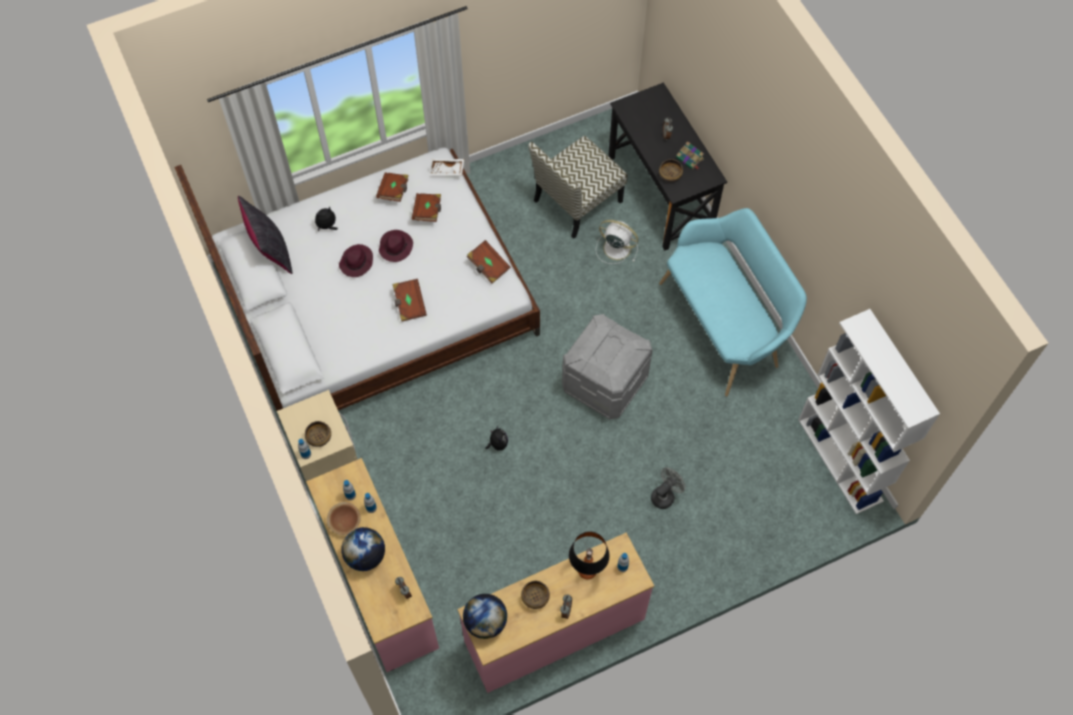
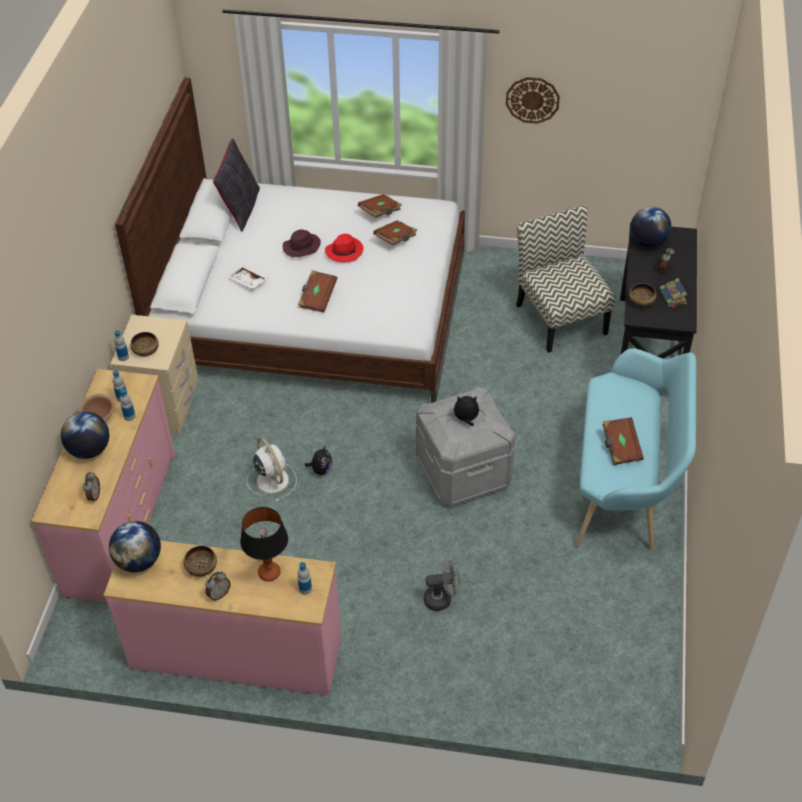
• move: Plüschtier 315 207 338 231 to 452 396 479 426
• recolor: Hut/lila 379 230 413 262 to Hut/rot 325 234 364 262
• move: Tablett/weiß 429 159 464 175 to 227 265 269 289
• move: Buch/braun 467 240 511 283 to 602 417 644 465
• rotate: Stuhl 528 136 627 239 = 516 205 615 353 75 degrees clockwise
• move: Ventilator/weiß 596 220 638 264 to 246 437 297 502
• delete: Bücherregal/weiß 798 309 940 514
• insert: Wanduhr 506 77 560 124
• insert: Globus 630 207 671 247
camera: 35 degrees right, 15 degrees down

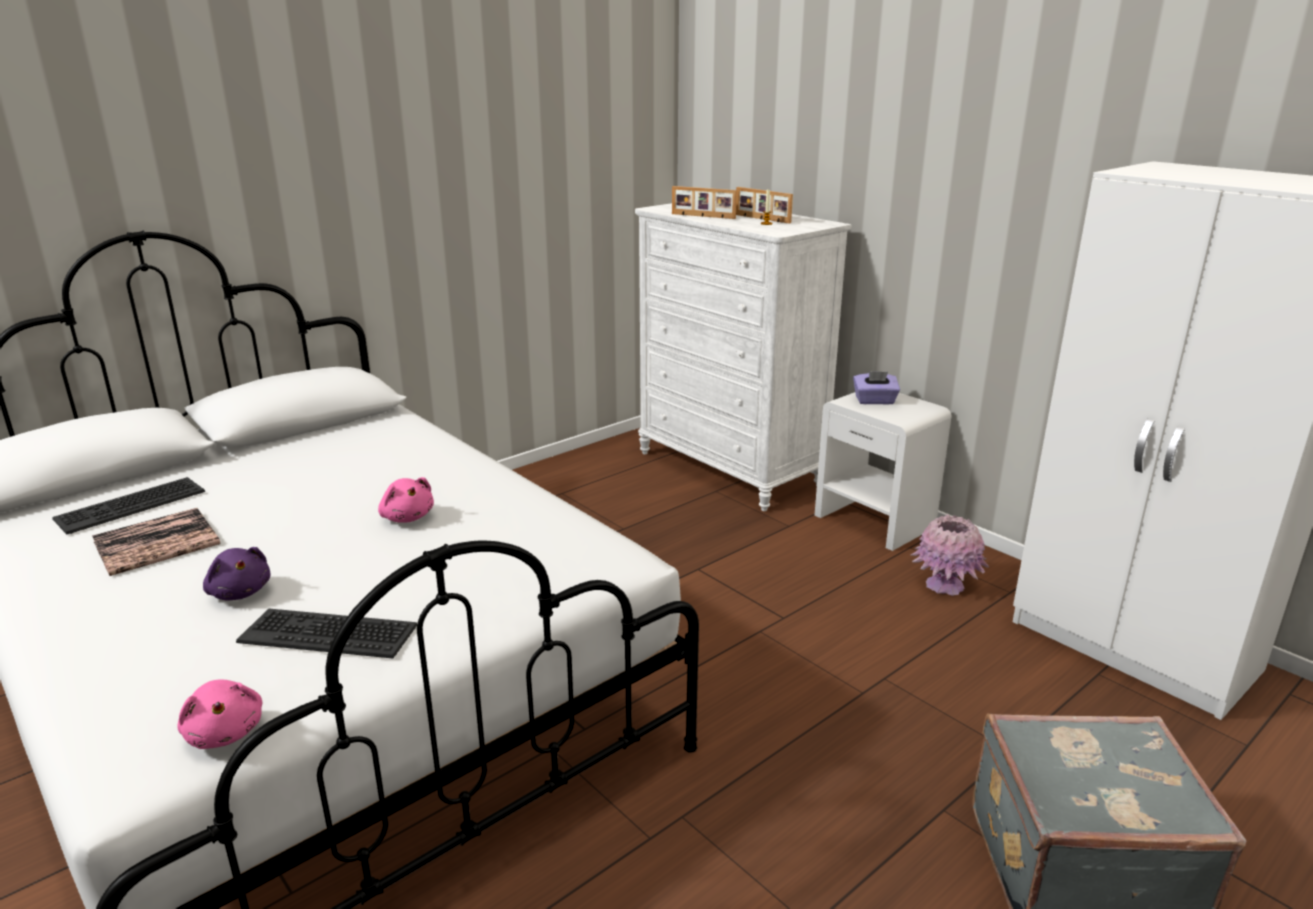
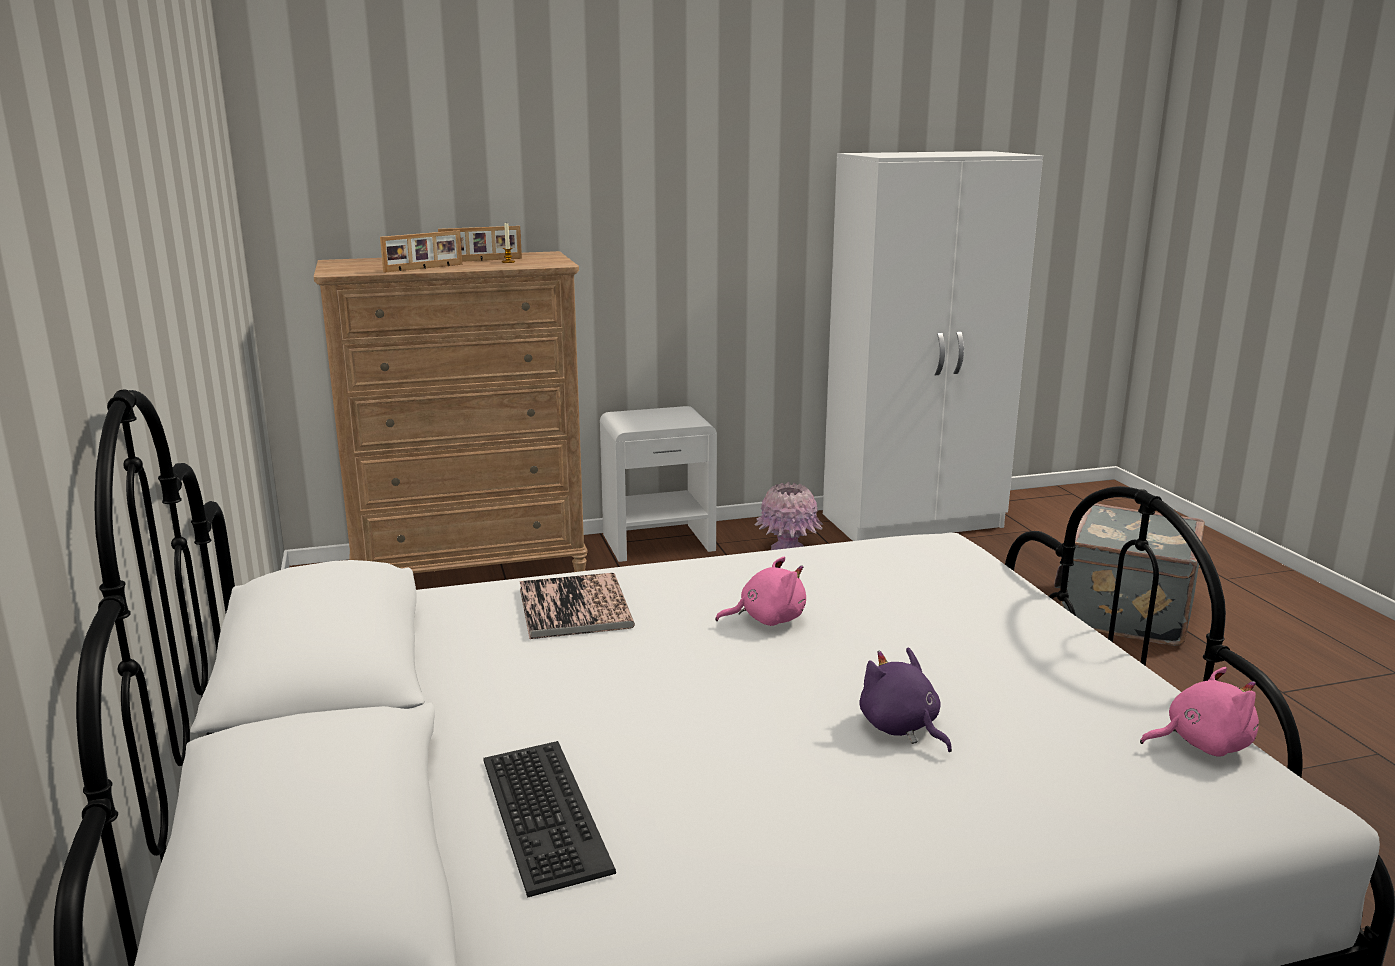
• move: Buch 92 508 220 576 to 519 573 635 639
• rotate: Plüschtier/lila 203 547 270 600 = 859 647 952 752 105 degrees counterclockwise
• delete: Tastatur 236 609 417 659
• recolor: Kommode/weiß 635 203 852 511 to Kommode/braun 313 251 587 573
• delete: Taschentuchbox/lila 853 371 900 405
camera: 65 degrees left, 5 degrees down

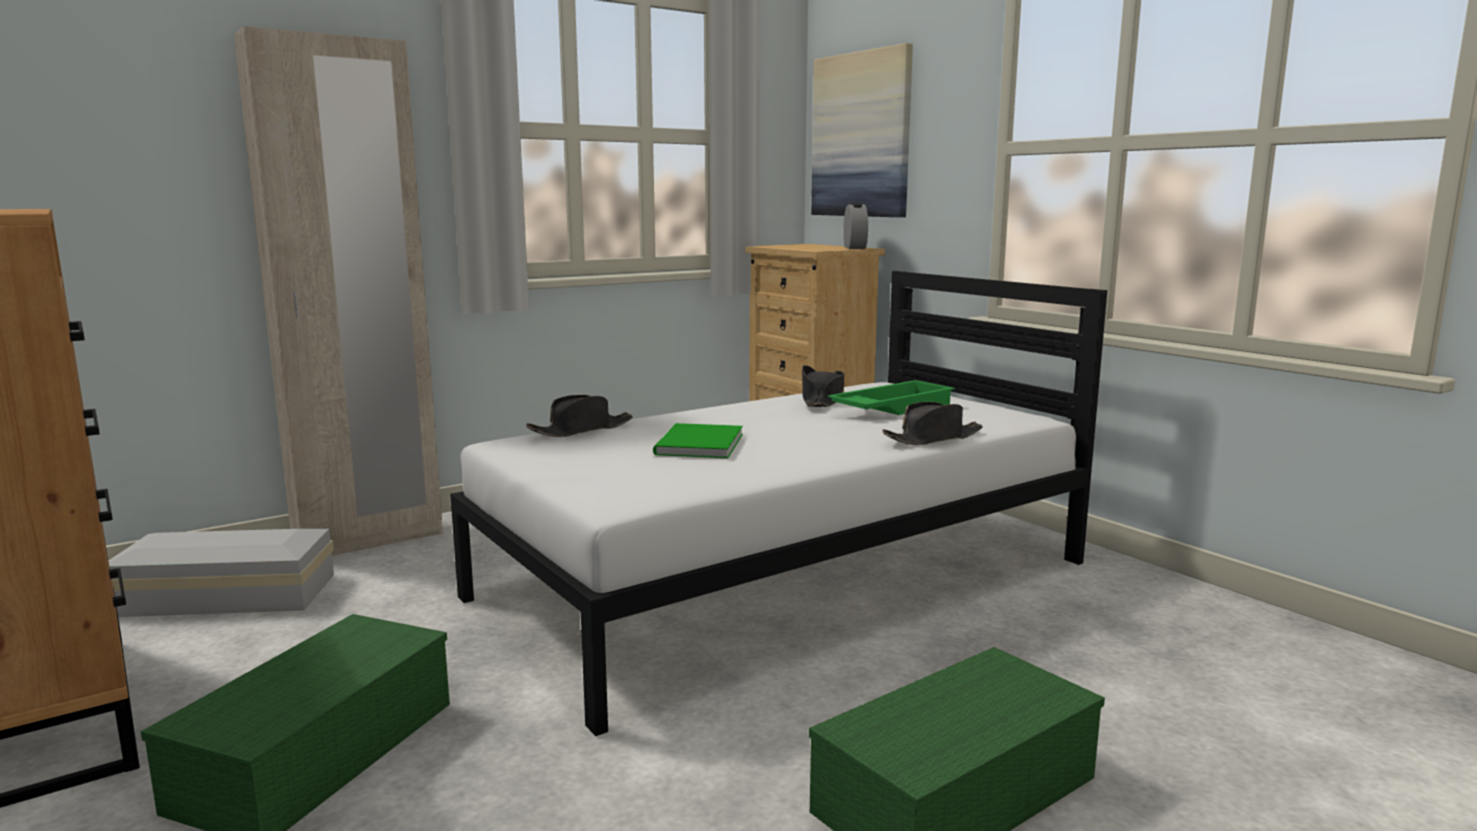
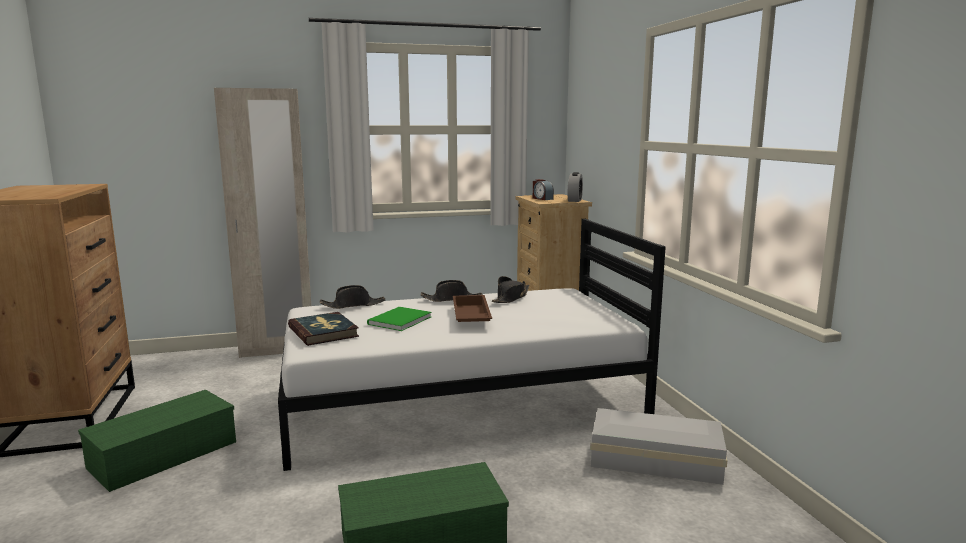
• move: Aufbewahrungsbox/weiß 109 529 334 617 to 590 408 727 485
• delete: Bild 811 43 913 217
• delete: Tablett/grün 828 380 955 415
• move: Hut/schwarz 882 402 983 445 to 421 280 483 302
• insert: Buch 288 312 359 346
• insert: Tablett/braun 453 295 492 322
• insert: Wecker 533 179 554 200
camera: 20 degrees right, 0 degrees up

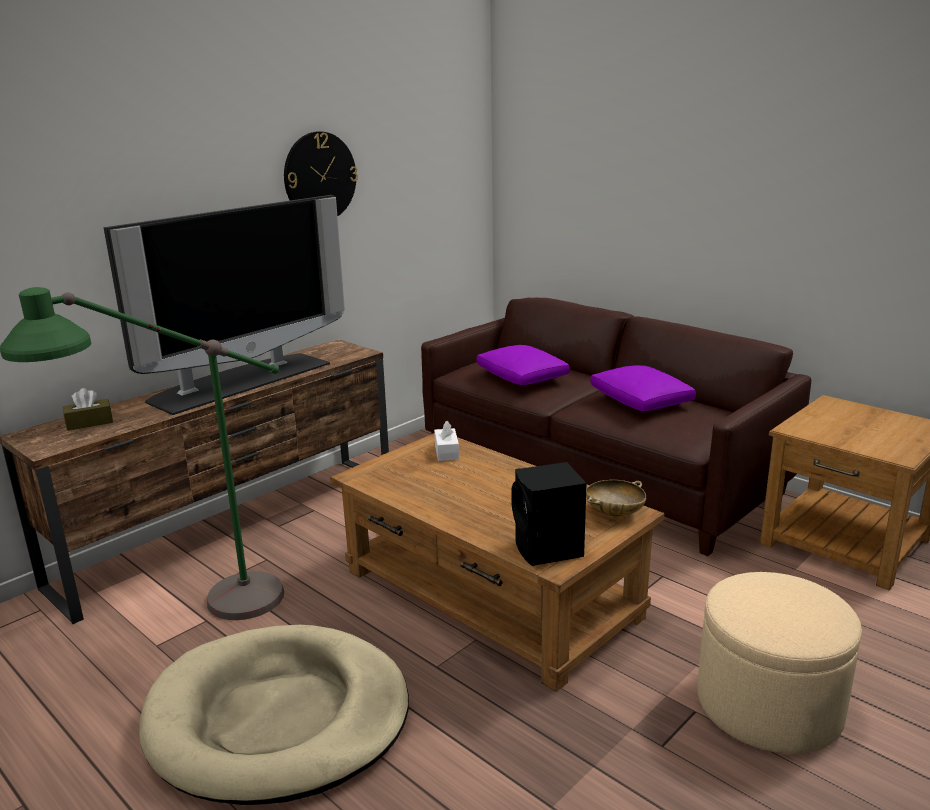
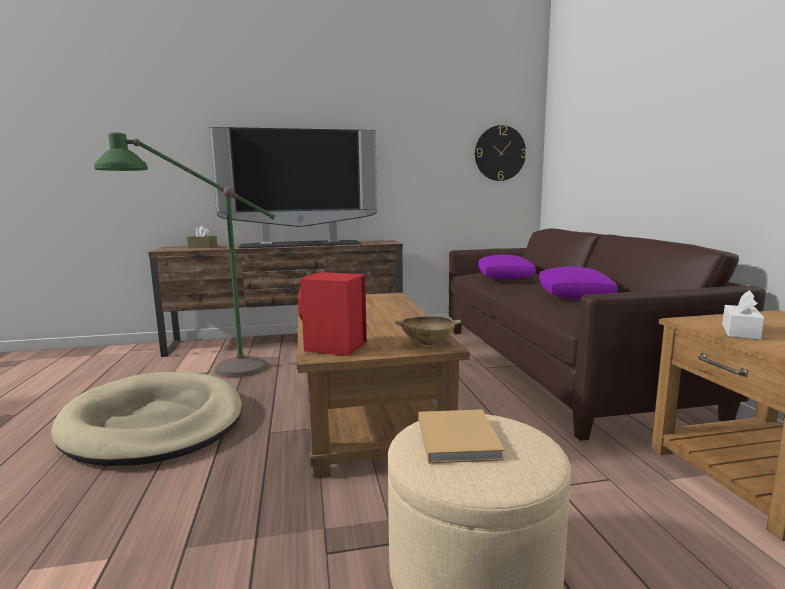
• move: Wanduhr 284 131 358 217 to 475 125 526 181
• move: Taschentuchbox/weiß 434 421 459 461 to 722 291 765 340
• recolor: Lautsprecher/schwarz 511 462 587 566 to Lautsprecher/rot 298 272 367 356
• insert: Buch/beige 419 409 505 463
camera: 35 degrees right, 10 degrees down

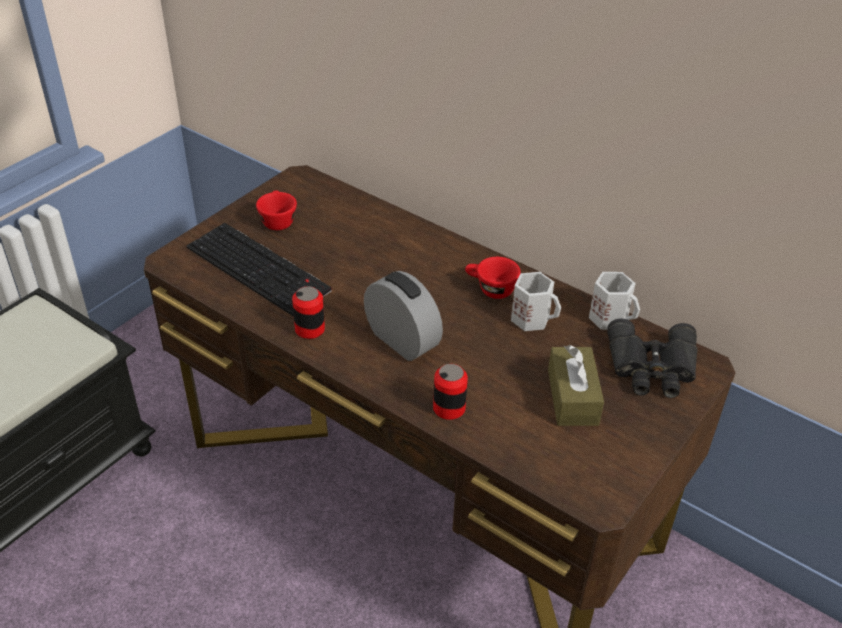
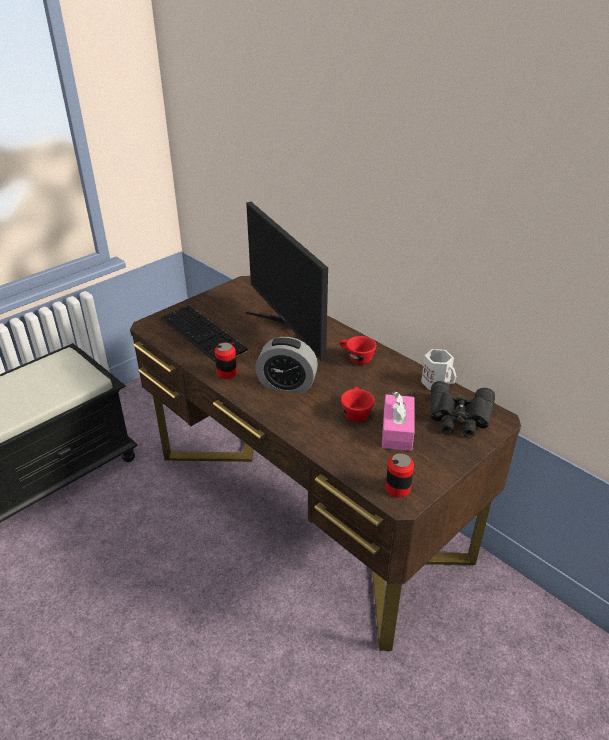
• move: Tasse/rot 256 191 297 230 to 341 387 375 422
• rotate: Wecker 364 271 443 361 = 255 337 318 394 135 degrees clockwise
• move: Dose 433 364 468 420 to 386 453 414 497
• delete: Henkelbecher/weiß 511 272 561 331
• recolor: Taschentuchbox/braun 548 345 604 426 to Taschentuchbox/rosa 382 392 415 451
• insert: Monitor 246 202 328 361
camera: 10 degrees right, 5 degrees down

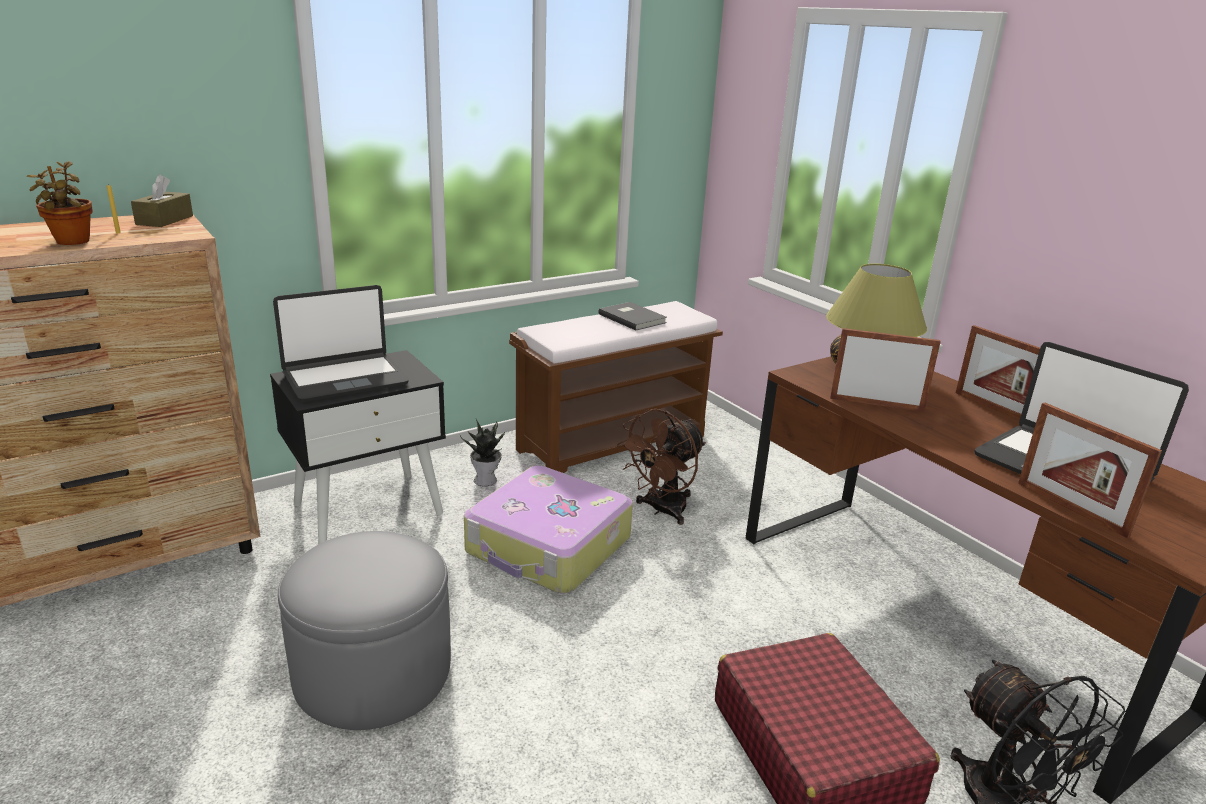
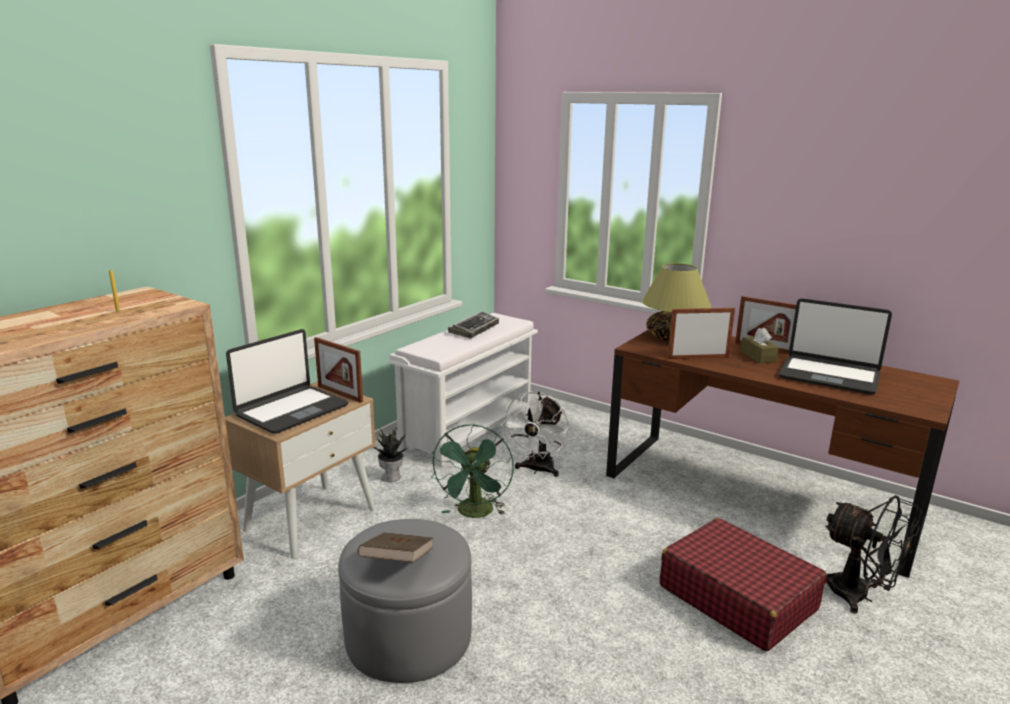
• delete: Topfpflanze 27 161 93 245
• move: Taschentuchbox/braun 131 174 193 227 to 741 327 779 363
• recolor: Nachttisch/schwarz 270 350 446 544 to Nachttisch/beige 225 381 376 559
• replace: Koffer 464 466 633 594 to Ventilator/grün 431 424 514 518
• recolor: Bank/braun 509 301 723 473 to Bank/weiß 389 313 538 467
• replace: Buch/grau 598 302 667 331 to Tastatur 448 311 499 339
• recolor: Ventilator/braun 617 409 706 525 to Ventilator/weiß 501 392 569 477
• move: Bilderrahmen 1018 403 1162 538 to 314 337 363 403
• insert: Buch/braun 358 532 433 563
camera: 20 degrees left, 5 degrees down

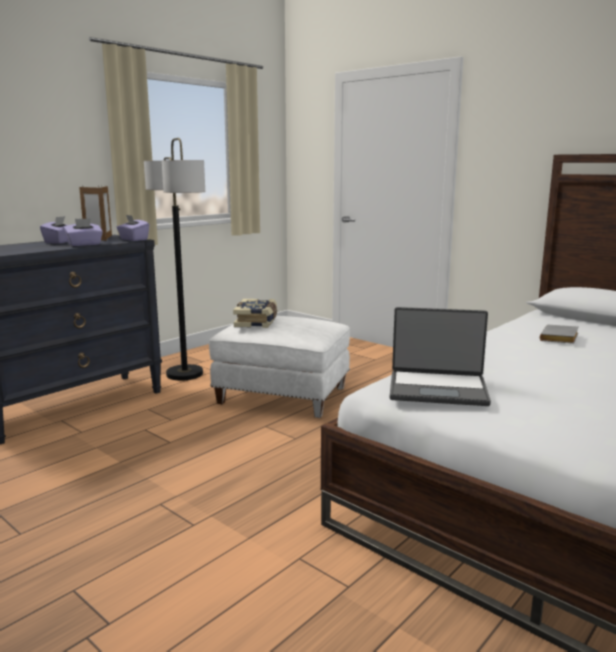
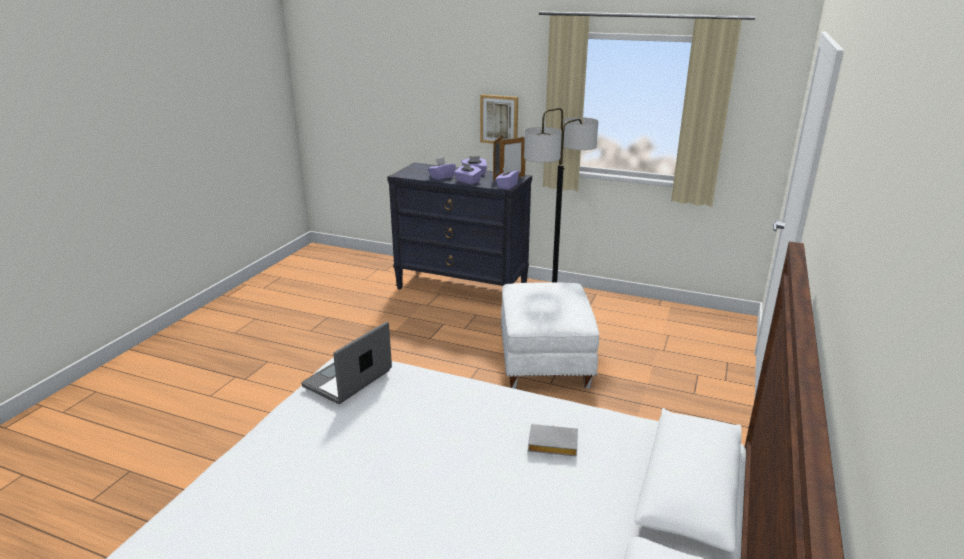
• delete: Buch 233 299 277 328
• rotate: Laptop 390 307 491 406 = 301 322 392 404 45 degrees clockwise
• insert: Taschentuchbox/lila 428 157 456 180
• insert: Bild 480 95 518 144
camera: 70 degrees right, 10 degrees up

